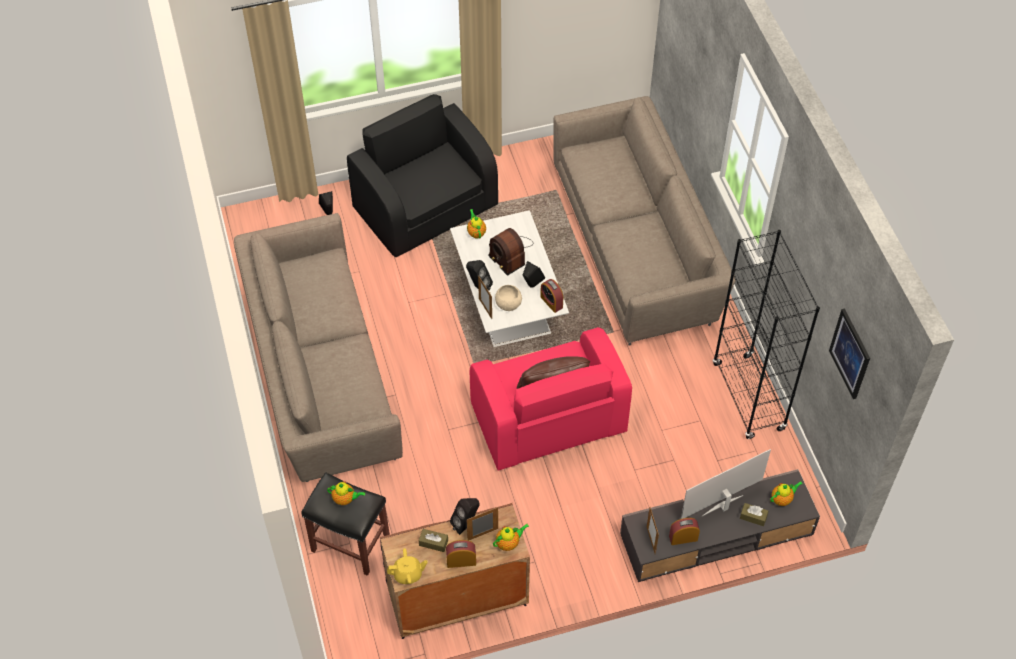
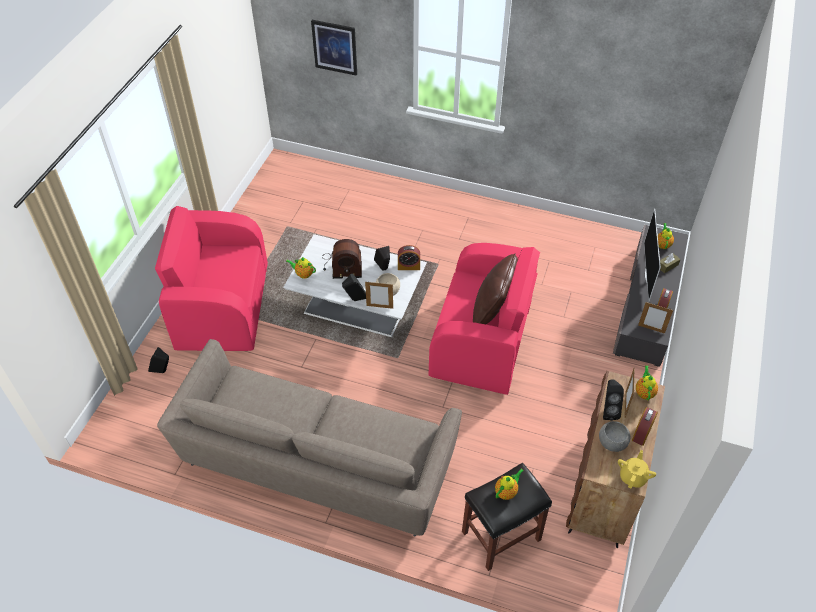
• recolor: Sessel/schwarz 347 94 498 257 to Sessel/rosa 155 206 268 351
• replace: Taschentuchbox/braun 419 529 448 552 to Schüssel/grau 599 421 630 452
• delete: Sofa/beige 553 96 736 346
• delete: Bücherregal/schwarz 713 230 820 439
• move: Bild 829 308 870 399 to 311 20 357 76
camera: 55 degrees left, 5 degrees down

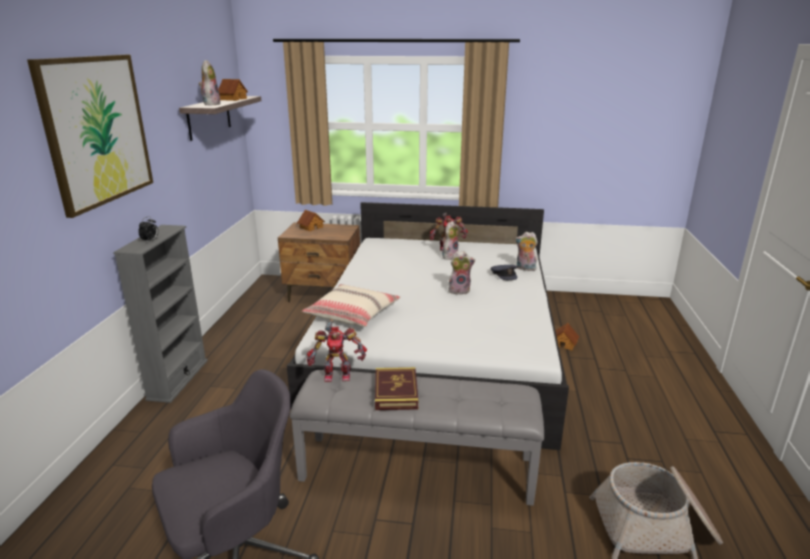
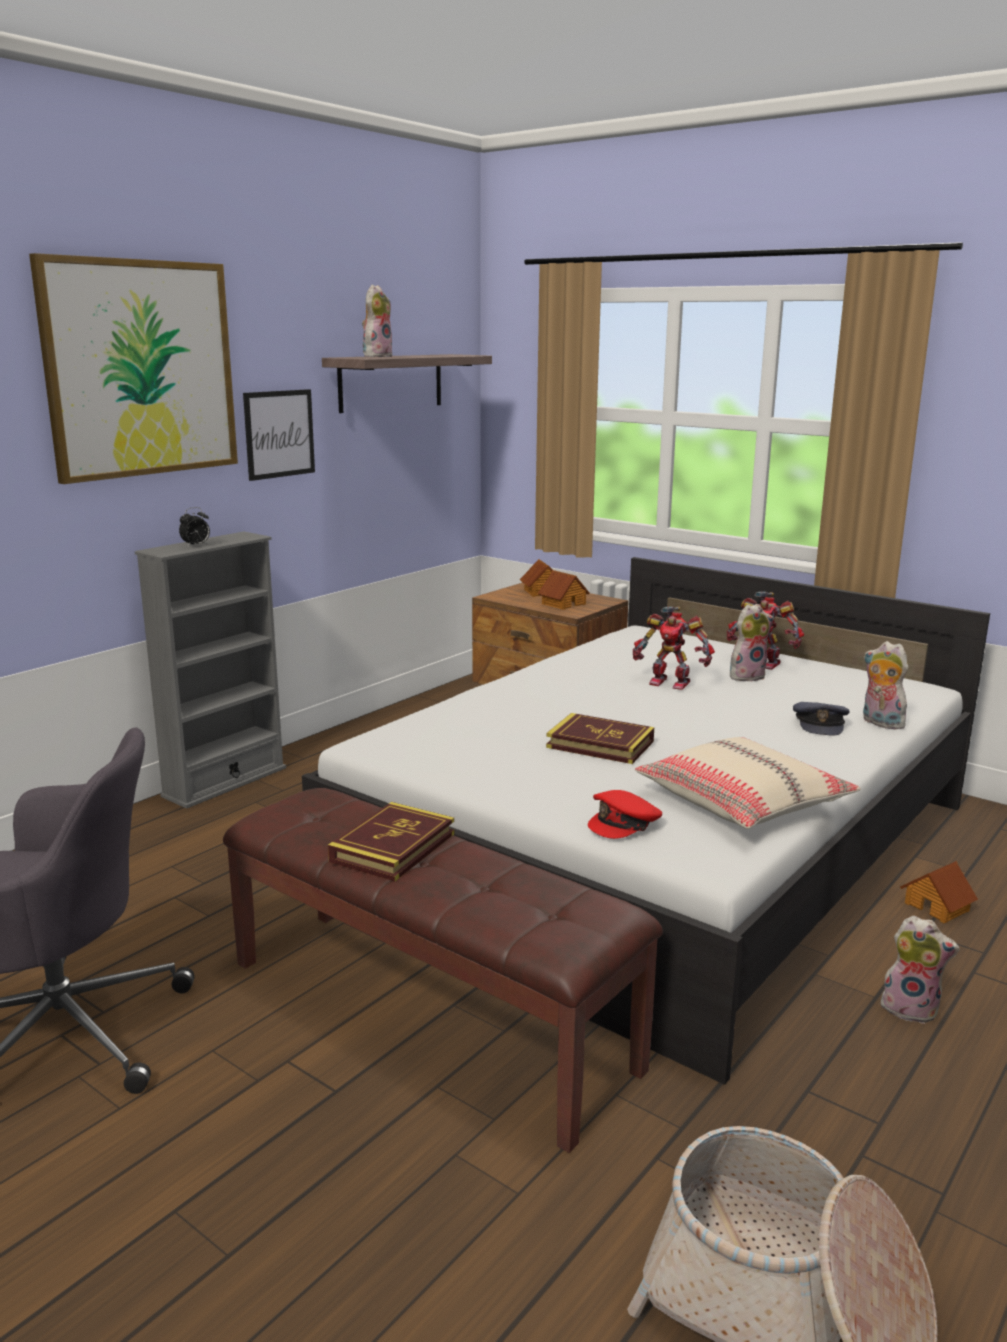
• move: Spielzeughaus 218 79 248 101 to 538 570 589 610
• recolor: Bank/grau 290 370 544 506 to Bank/braun 223 788 663 1153
• move: Kissen/beige 302 284 401 327 to 635 737 861 829
• move: Spielzeugroboter 307 319 367 382 to 633 607 715 690
• move: Plüschtier 448 251 475 295 to 879 916 960 1024
• insert: Bild 243 389 315 481
• insert: Buch 546 713 654 764
• insert: Kappe/rot 588 790 662 839
camera: 30 degrees right, 5 degrees down

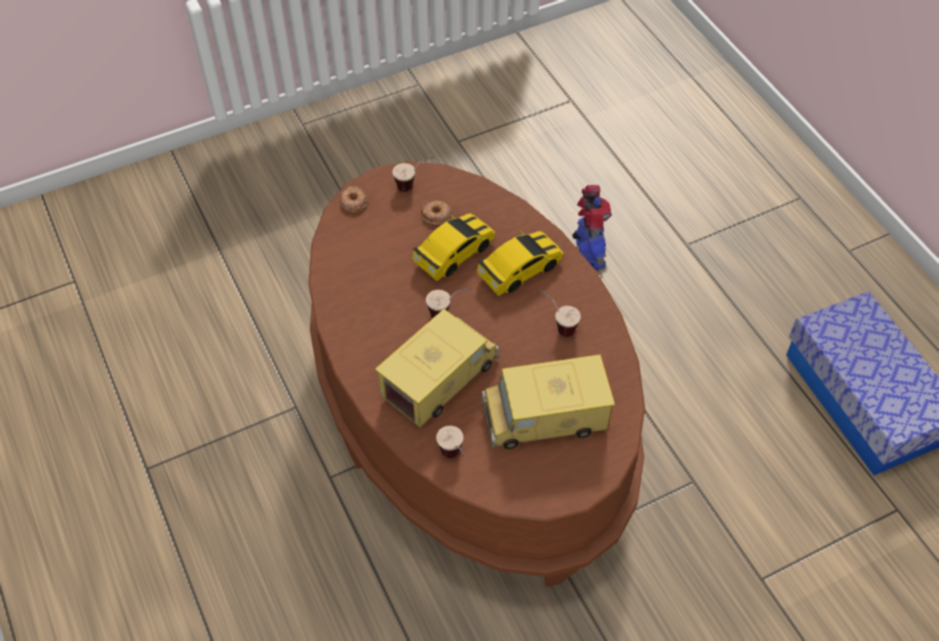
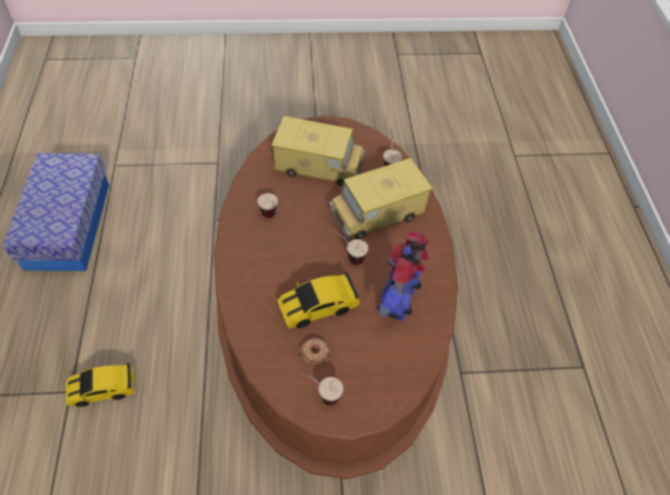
• delete: Donut 339 186 367 212
• move: Spielzeugauto 477 231 564 296 to 66 363 135 407
• move: Spielzeugroboter 572 185 612 271 to 377 231 428 321
camera: 160 degrees left, 0 degrees up

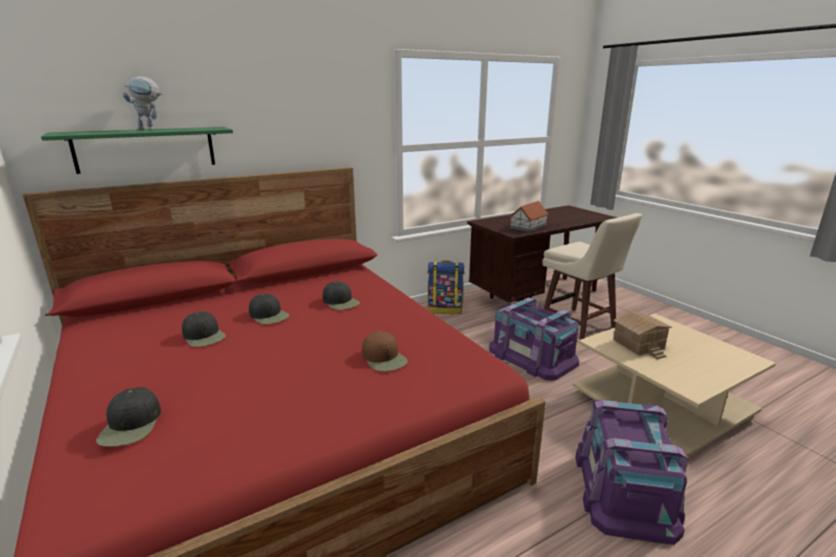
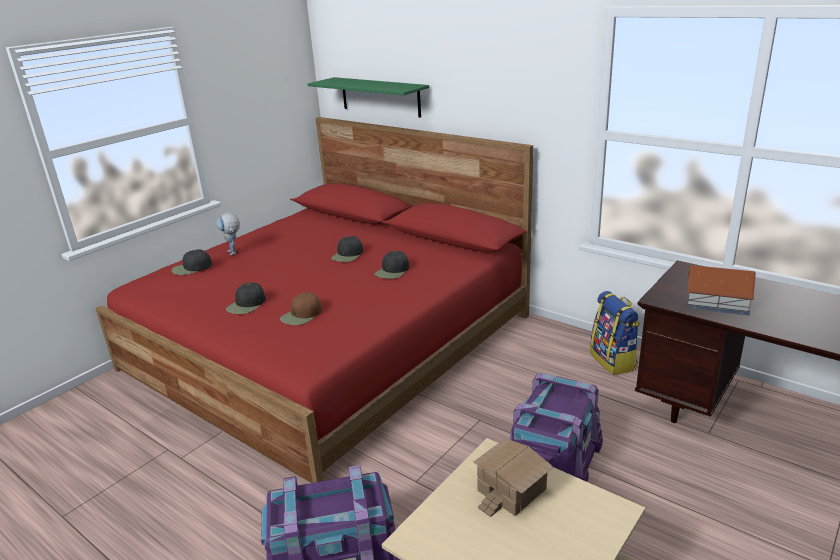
• move: Spielzeugroboter 123 76 163 130 to 216 213 240 255
• move: Kappe/schwarz 182 311 226 347 to 226 283 266 314
• delete: Hocker/beige 542 213 642 340
camera: 70 degrees right, 5 degrees up

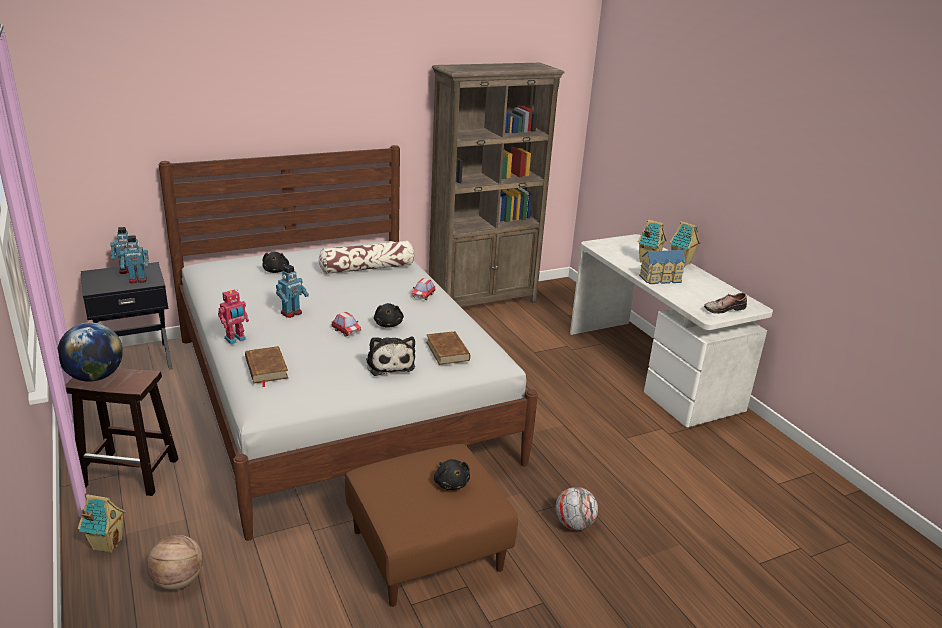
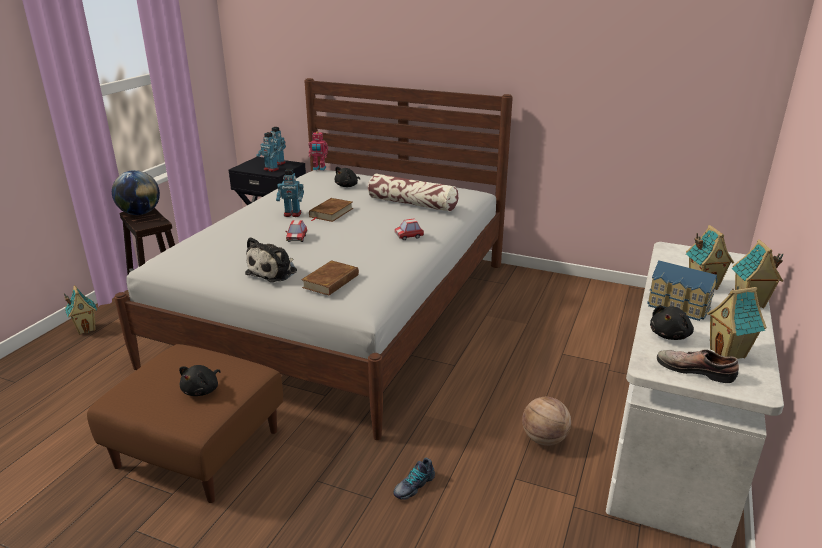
• move: Basketball 147 535 203 590 to 522 397 571 446
• move: Spielzeugroboter 218 289 249 344 to 308 131 328 171
• move: Buch/braun 245 346 288 387 to 309 198 353 222
• move: Plüschtier/schwarz 374 303 404 328 to 650 305 694 340
• delete: Bücherregal/braun 429 63 565 307
• delete: Fußball 555 487 598 530
• insert: Schuh 393 458 435 500
• insert: Spielzeughaus 707 286 767 359
camera: 50 degrees right, 0 degrees up

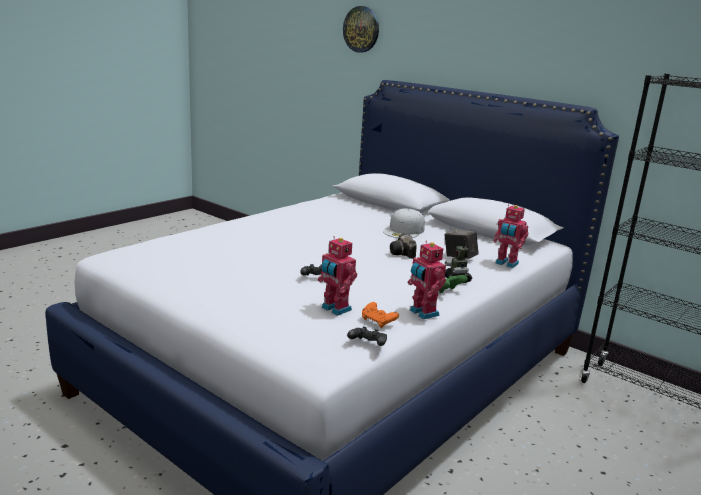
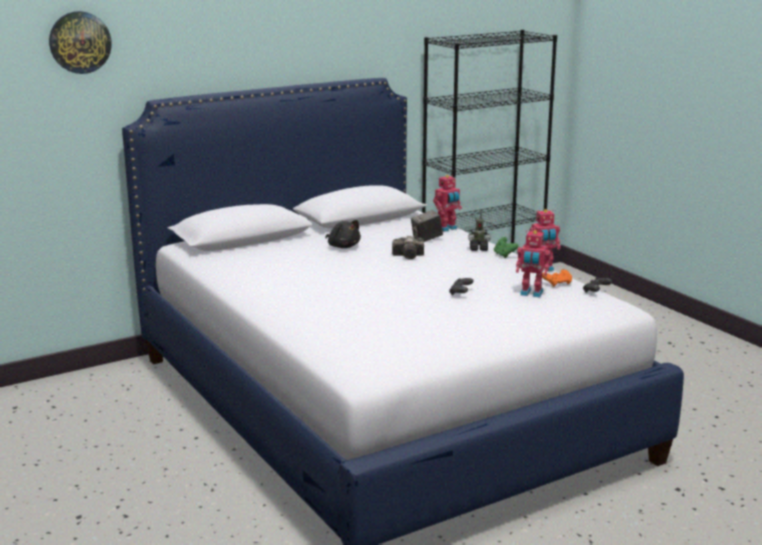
• rotate: Spielzeugroboter 318 236 357 316 = 516 230 551 297 45 degrees clockwise
• replace: Kappe/weiß 383 208 425 238 to Plüschtier/schwarz 325 220 361 248
camera: 70 degrees left, 0 degrees up

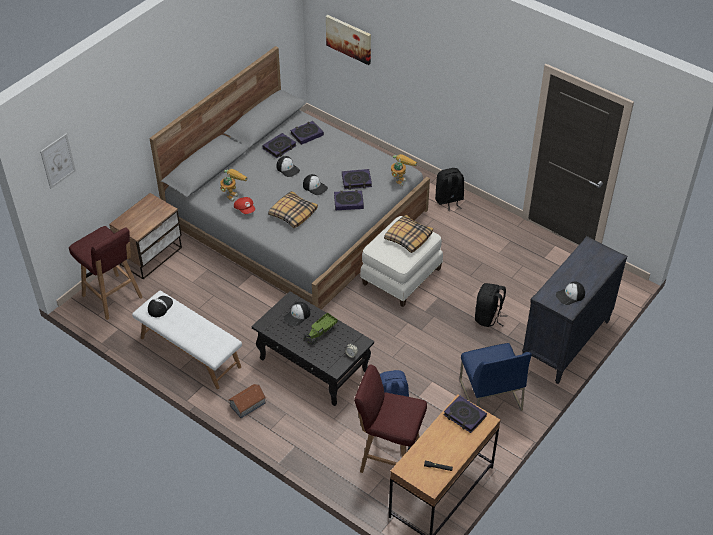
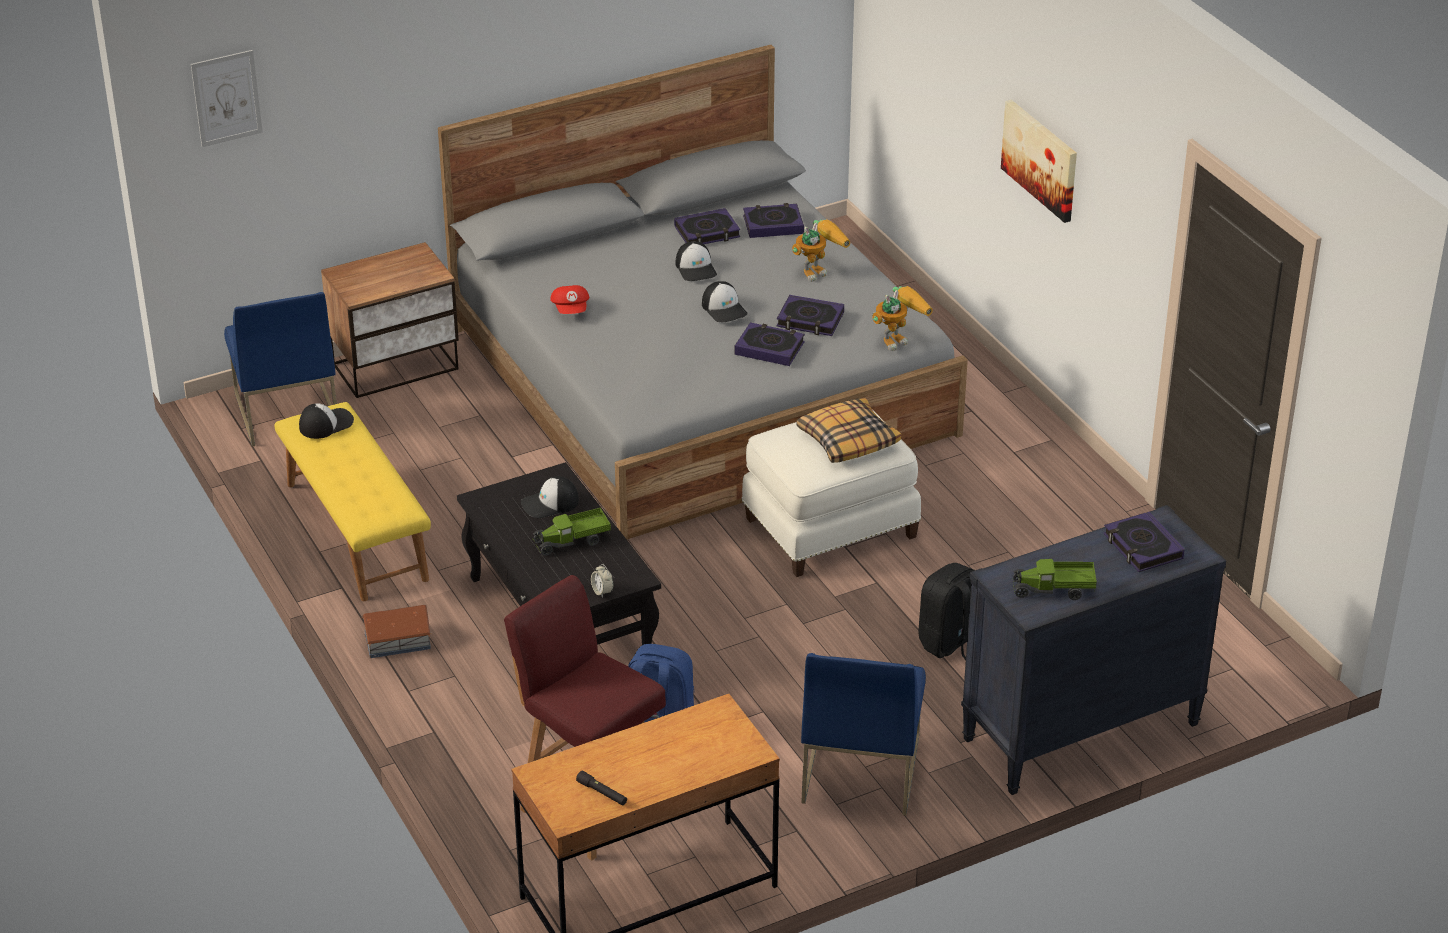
• replace: Hocker/rot 69 226 143 320 to Stuhl/blau 224 292 337 447
• recolor: Bank/weiß 132 291 242 389 to Bank/gelb 274 402 431 601
• move: Spielzeugroboter 220 169 248 201 to 792 219 851 282
• delete: Kissen 268 191 318 228
• move: Bild 326 15 371 65 to 1001 100 1077 223
• delete: Rucksack/schwarz 435 168 464 211
• move: Buch 443 396 487 433 to 1103 512 1185 572
• replace: Kappe 556 281 585 305 to Spielzeuglaster 1012 559 1097 600
camera: 25 degrees right, 10 degrees down

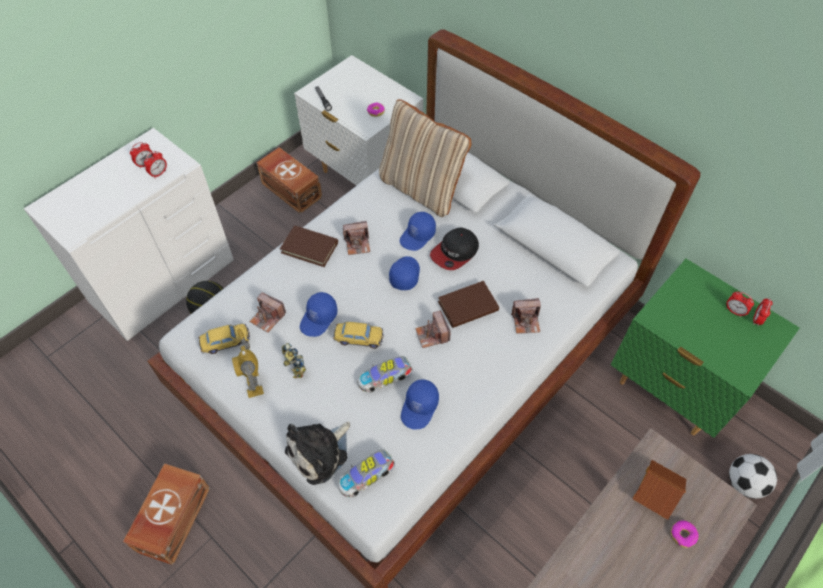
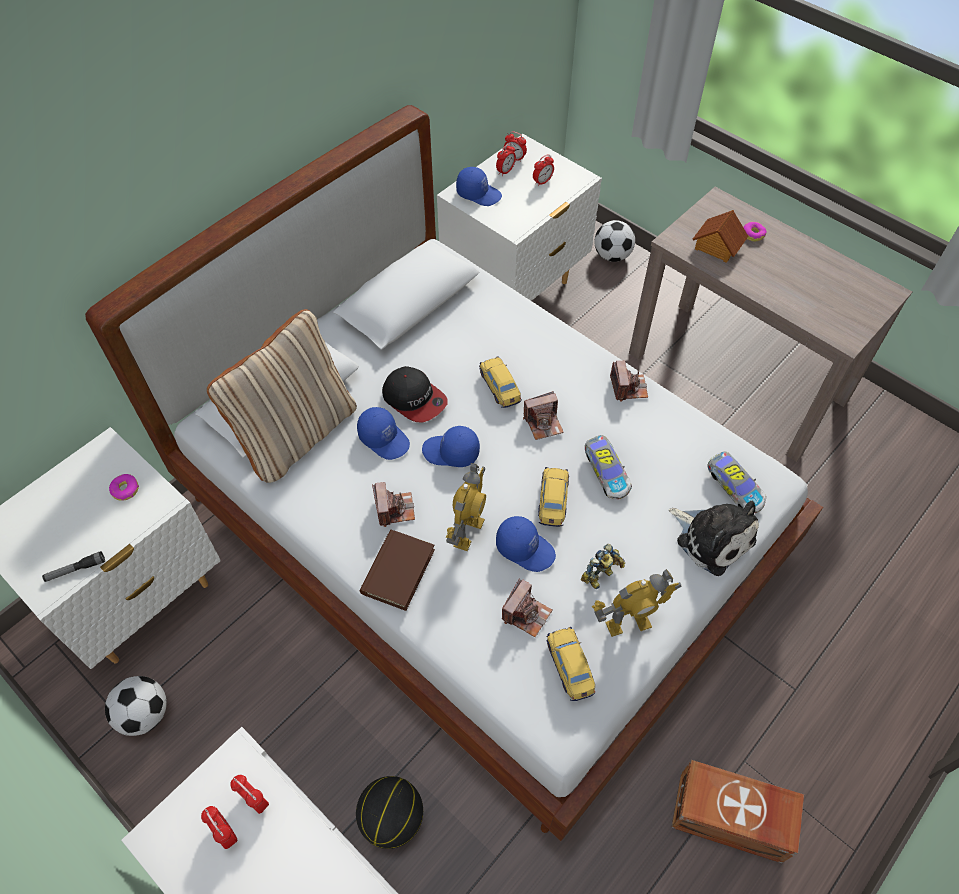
• replace: Aufbewahrungsbox/braun 256 147 322 214 to Fußball 105 676 167 736
• move: Kappe/blau 401 379 439 430 to 456 167 502 206
• replace: Buch/braun 438 281 499 328 to Spielzeugauto 479 356 522 408
• move: Kamera 511 298 541 334 to 610 361 648 402
• recolor: Nachttisch/grün 611 259 800 438 to Nachttisch/weiß 437 134 602 301
• insert: Spielzeugroboter 446 463 486 551
• insert: Wecker 533 154 554 187
camera: 90 degrees left, 0 degrees up

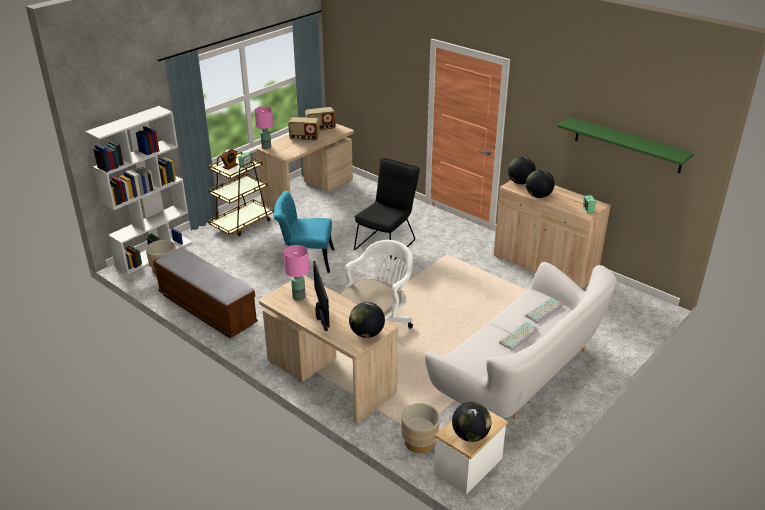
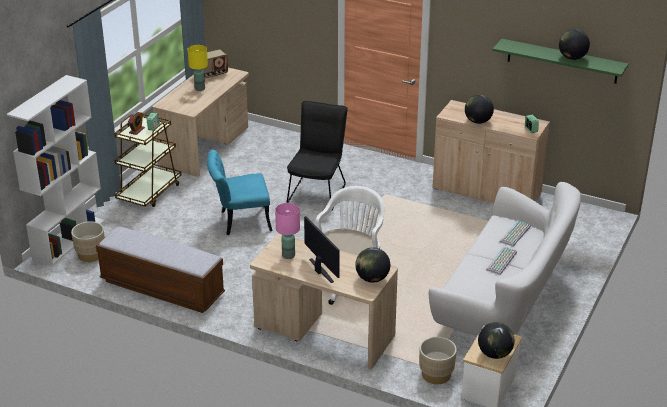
• delete: Tischlampe/rosa 254 106 273 149
• replace: Radio 288 117 320 141 to Tischlampe/gelb 188 45 208 91
• move: Globus 508 157 536 184 to 559 29 590 60
camera: 15 degrees left, 0 degrees up

